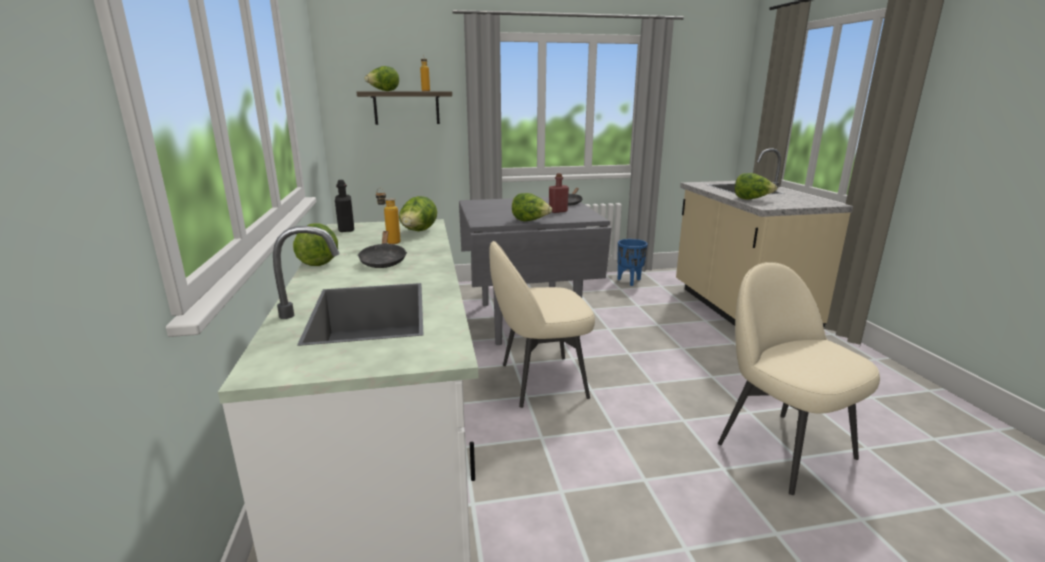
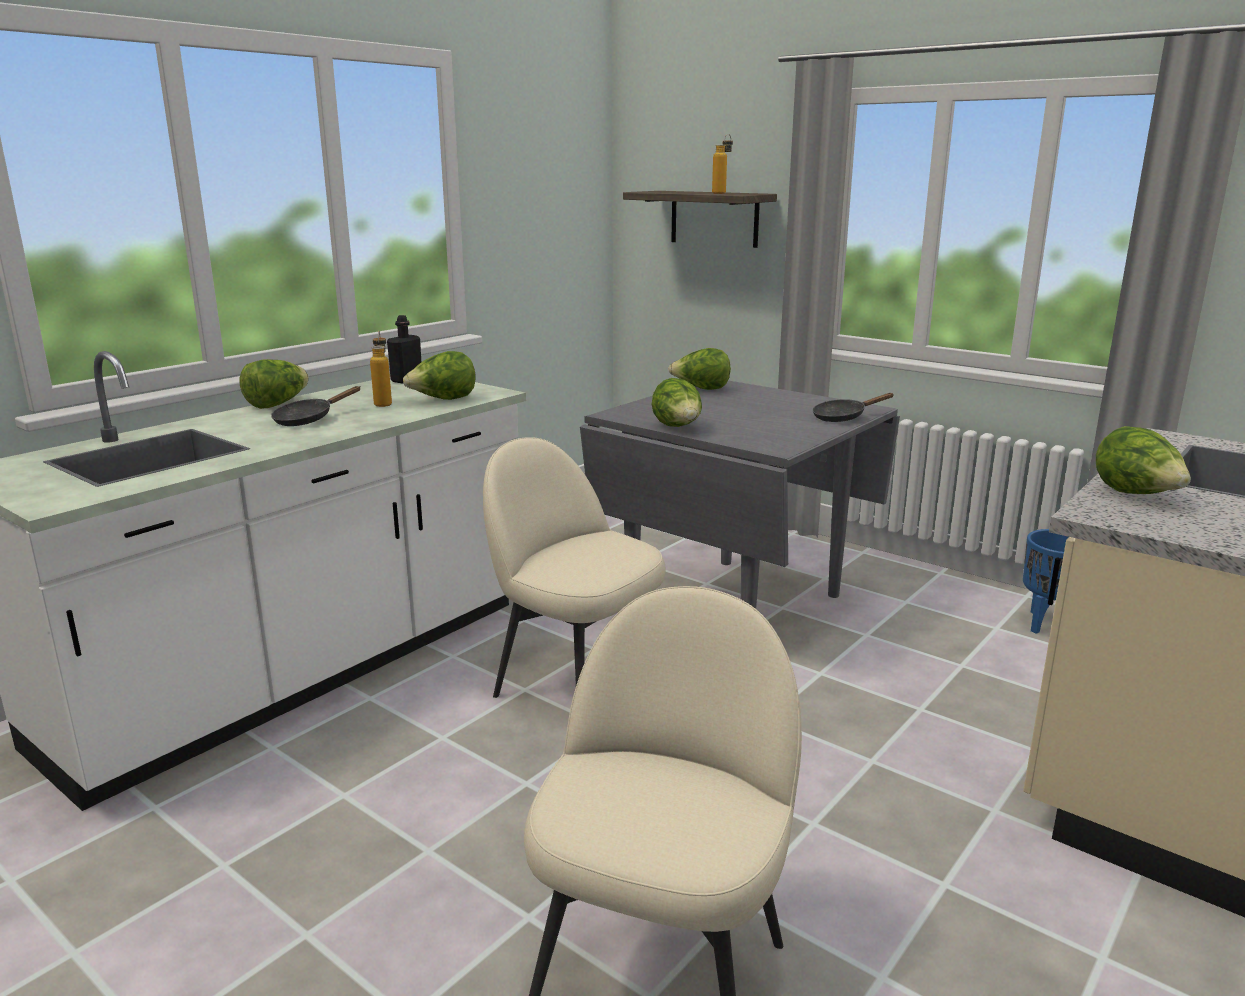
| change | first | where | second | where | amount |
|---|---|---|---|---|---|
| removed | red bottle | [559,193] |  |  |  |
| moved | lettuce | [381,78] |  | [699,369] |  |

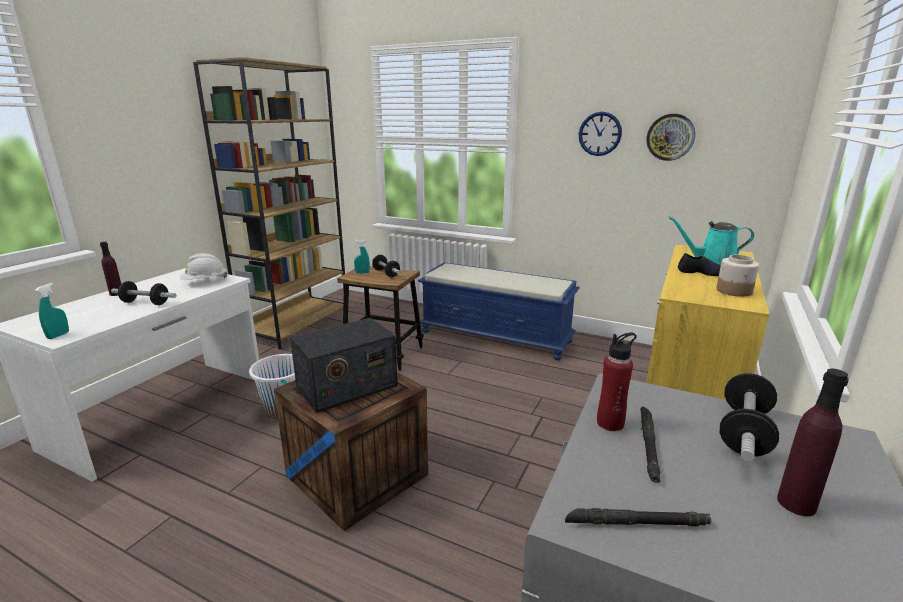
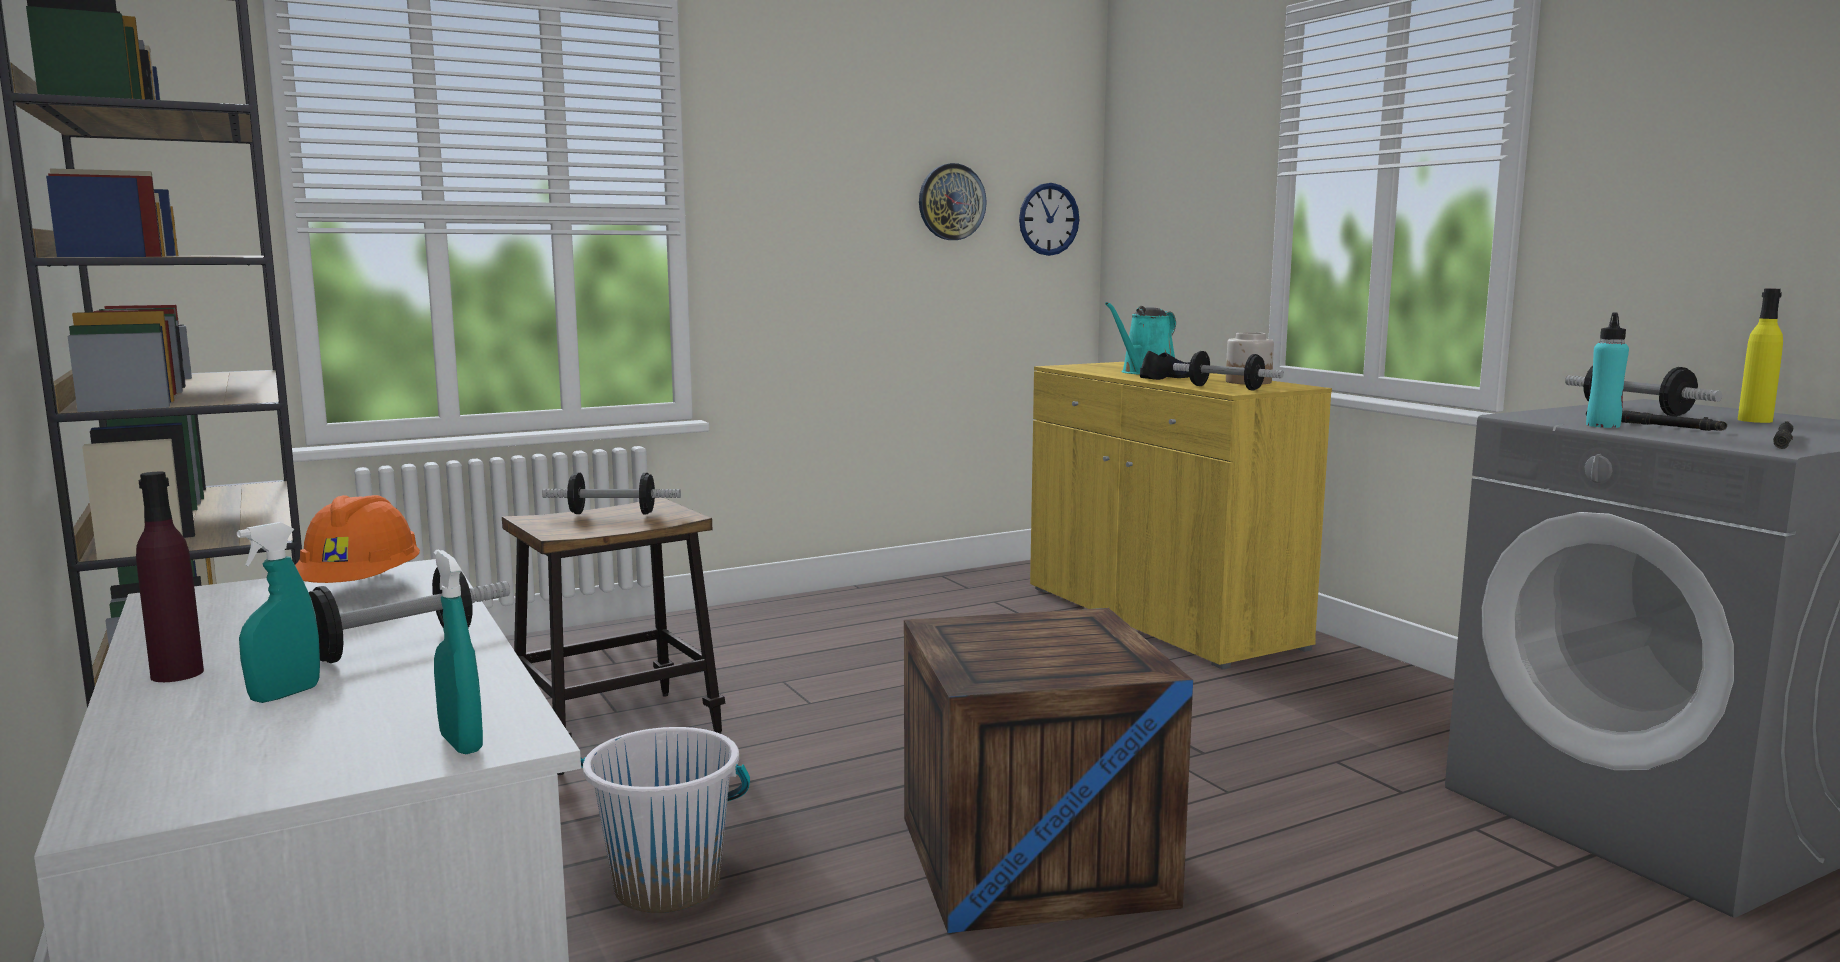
| change | first | where | second | where | amount |
|---|---|---|---|---|---|
| removed | radio | [344,365] |  |  |  |
| removed | blue bench | [499,311] |  |  |  |
| added |  |  | dumbbell | [1228,371] |  |
| moved | turquoise spray bottle | [362,256] |  | [278,612] |  |
| moved | wall clock | [600,134] |  | [1049,219] |  |
| recoloured | white hard hat | [203,266] | orange hard hat | [357,539] |  |
| recoloured | red bottle | [617,382] | turquoise bottle | [1607,370] |  |
| recoloured | purple bottle | [813,442] | yellow bottle | [1760,356] |  |

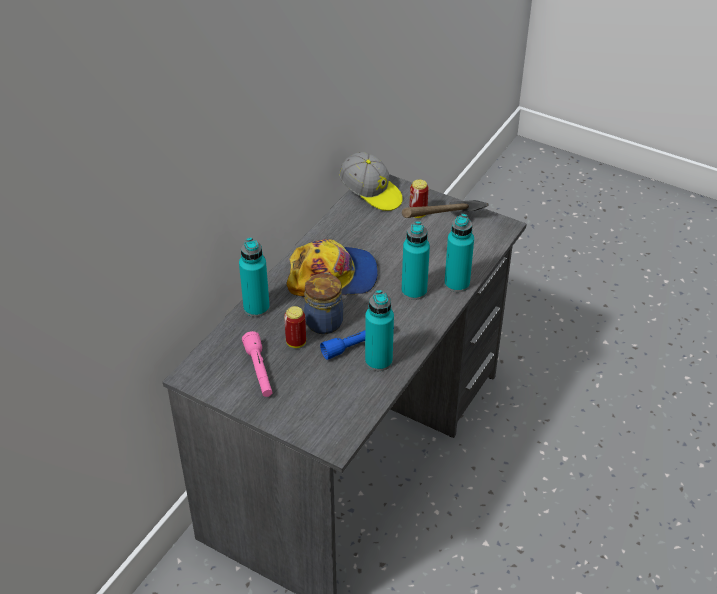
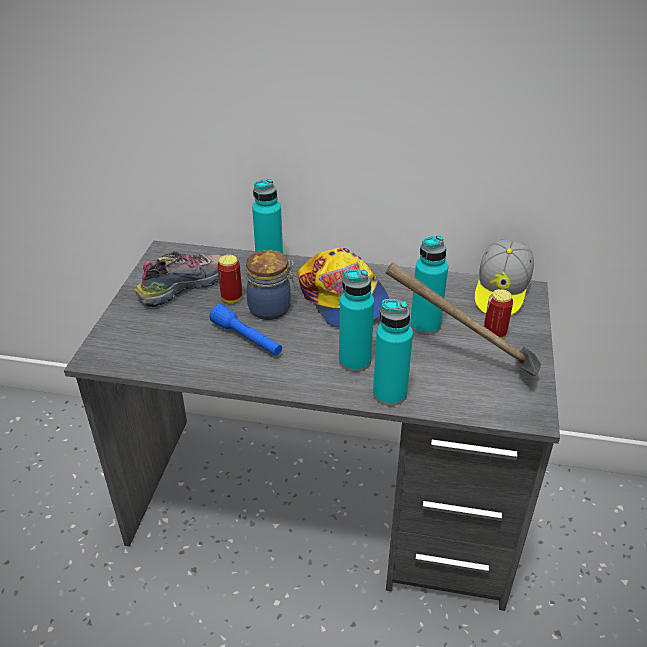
| change | first | where | second | where | amount |
|---|---|---|---|---|---|
| moved | turquoise bottle | [379,330] |  | [429,285] |  |
| replaced | pink flashlight | [257,364] | shoe | [178,279] |  |

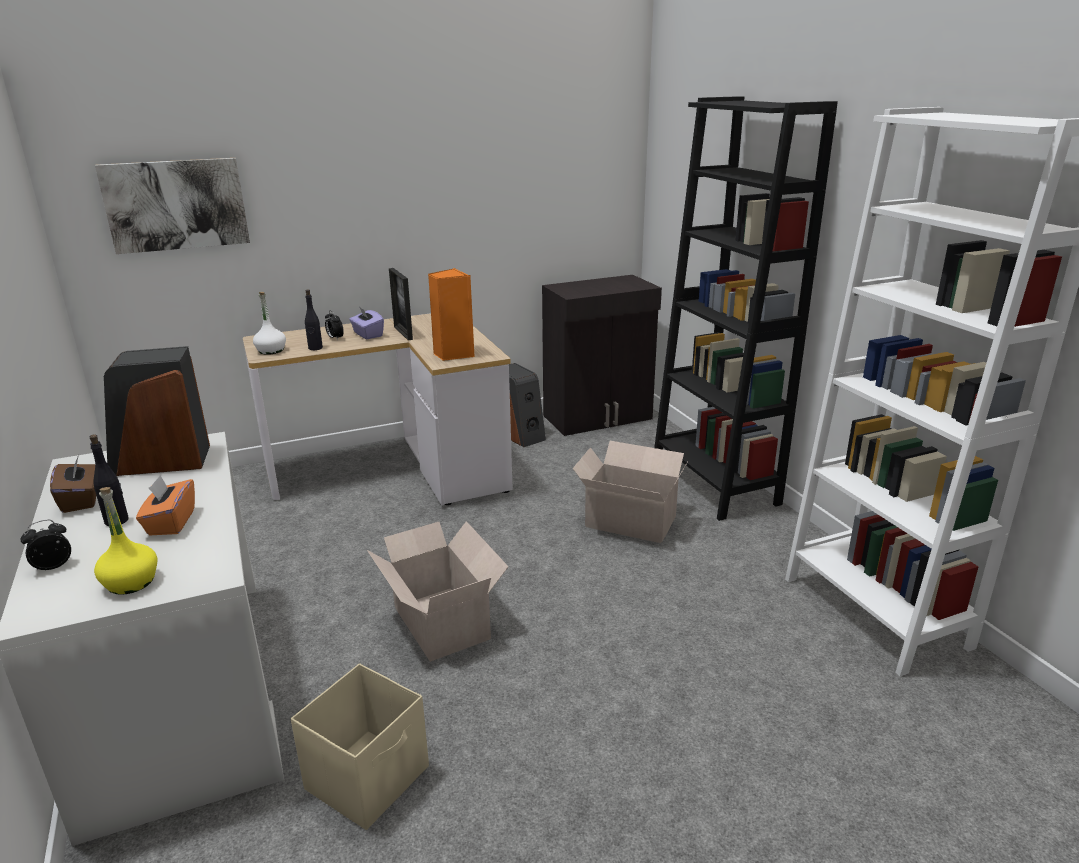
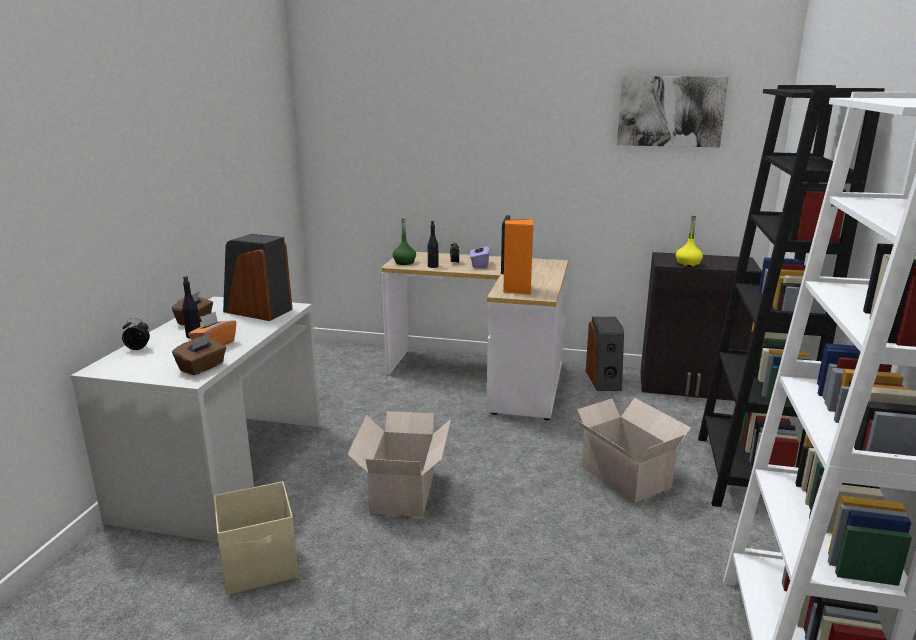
| change | first | where | second | where | amount |
|---|---|---|---|---|---|
| added |  |  | brown tissue box | [199,354] |  |
| moved | yellow bottle | [126,541] |  | [689,241] |  |
| moved | picture | [172,206] |  | [673,111] |  |
| recoloured | white bottle | [269,323] | green bottle | [404,241] |  |

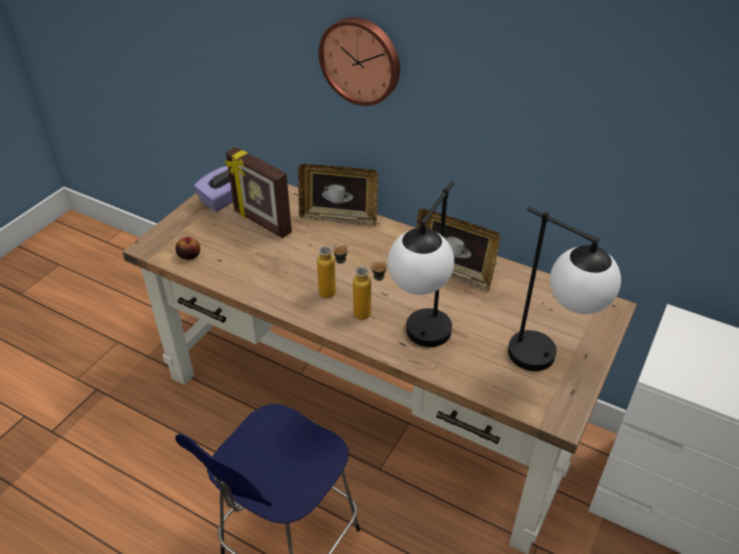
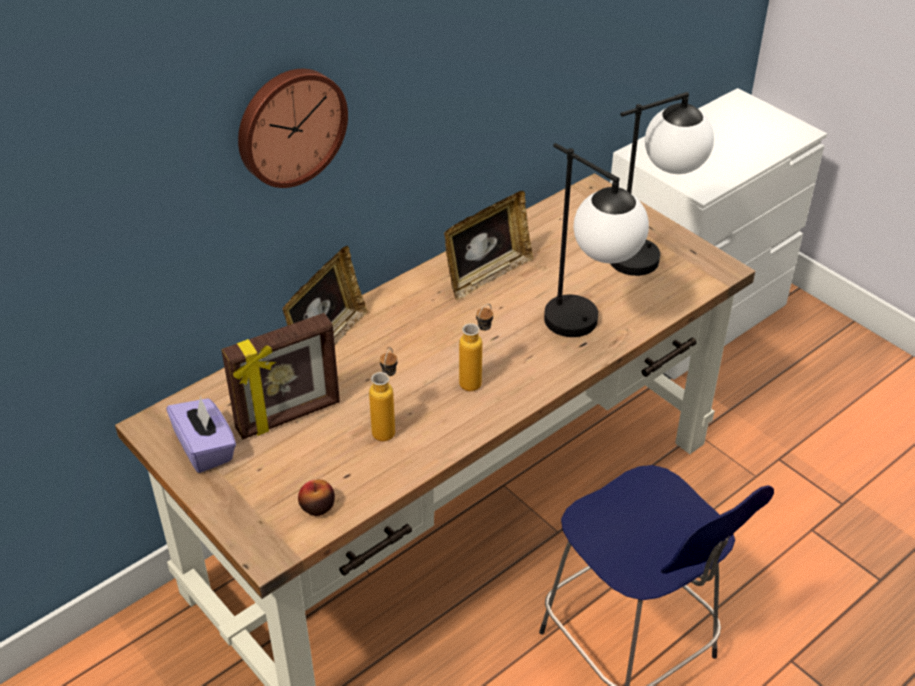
| change | first | where | second | where | amount |
|---|---|---|---|---|---|
| moved | bottle | [370,290] |  | [383,394] |  |

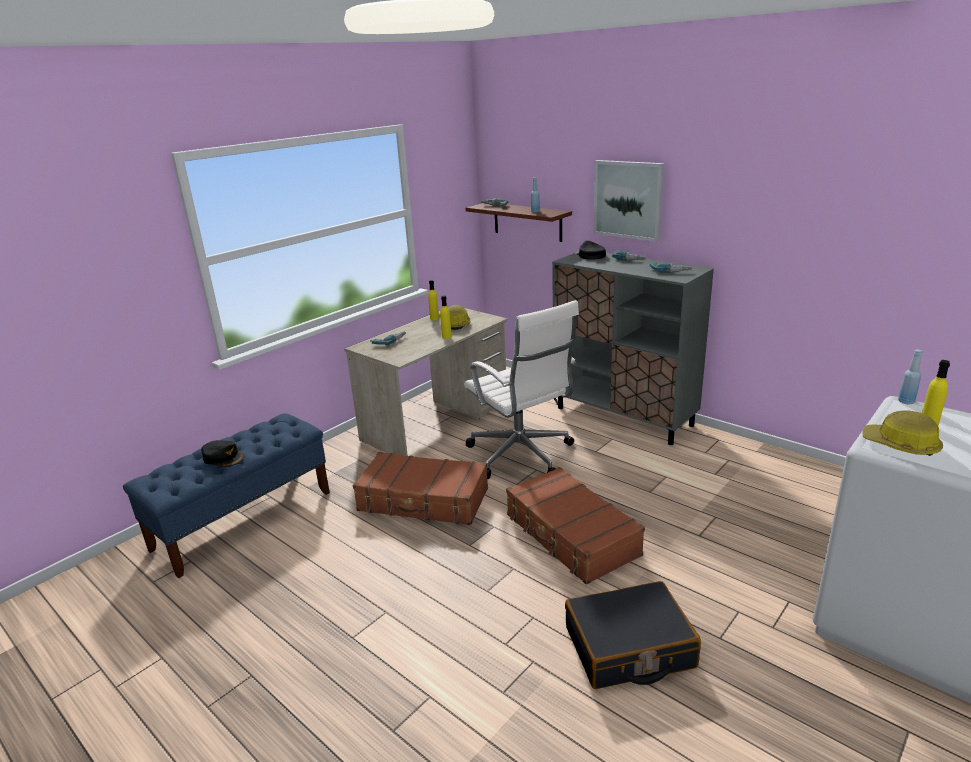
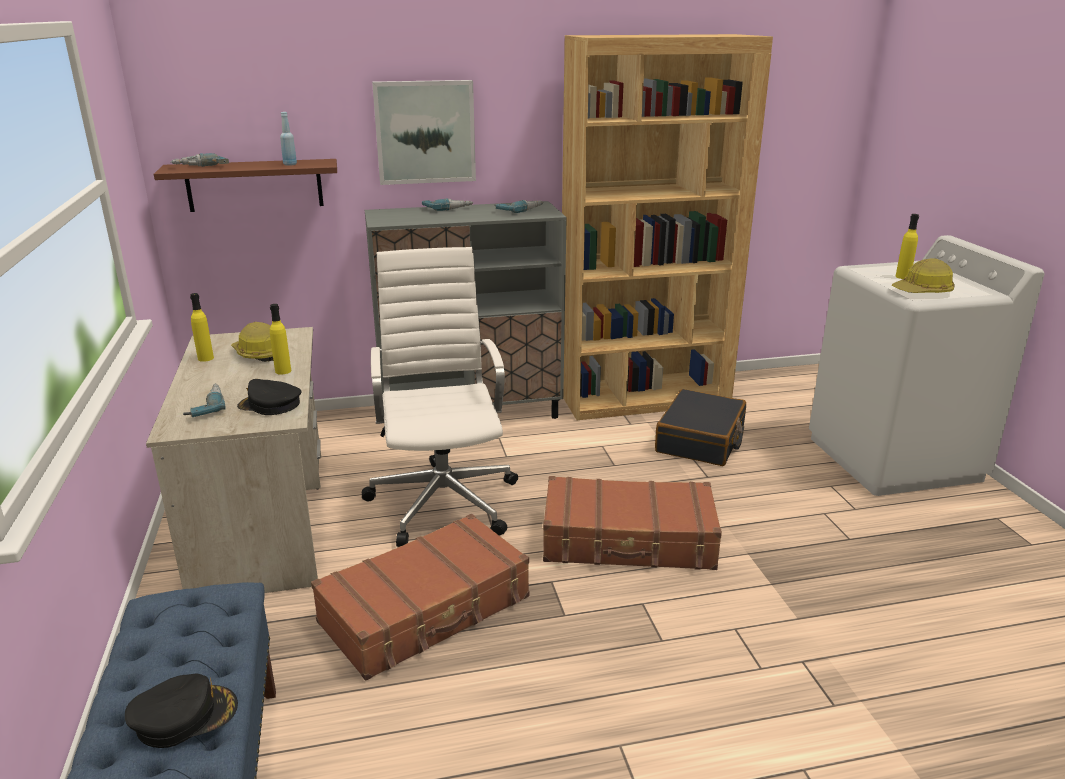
| change | first | where | second | where | amount |
|---|---|---|---|---|---|
| removed | blue bottle | [910,376] |  |  |  |
| added |  |  | brown bookcase | [667,227] |  |
| moved | black suitcase | [633,635] |  | [700,427] |  |
| moved | black cap | [591,250] |  | [269,397] |  |
| turned | white office chair | [521,389] |  | [440,397] | 105 degrees counterclockwise |

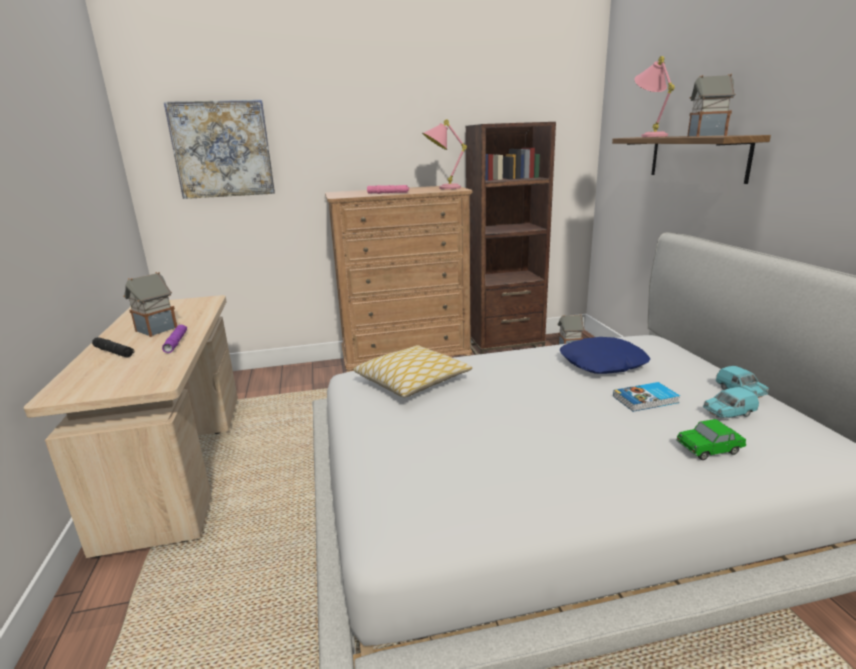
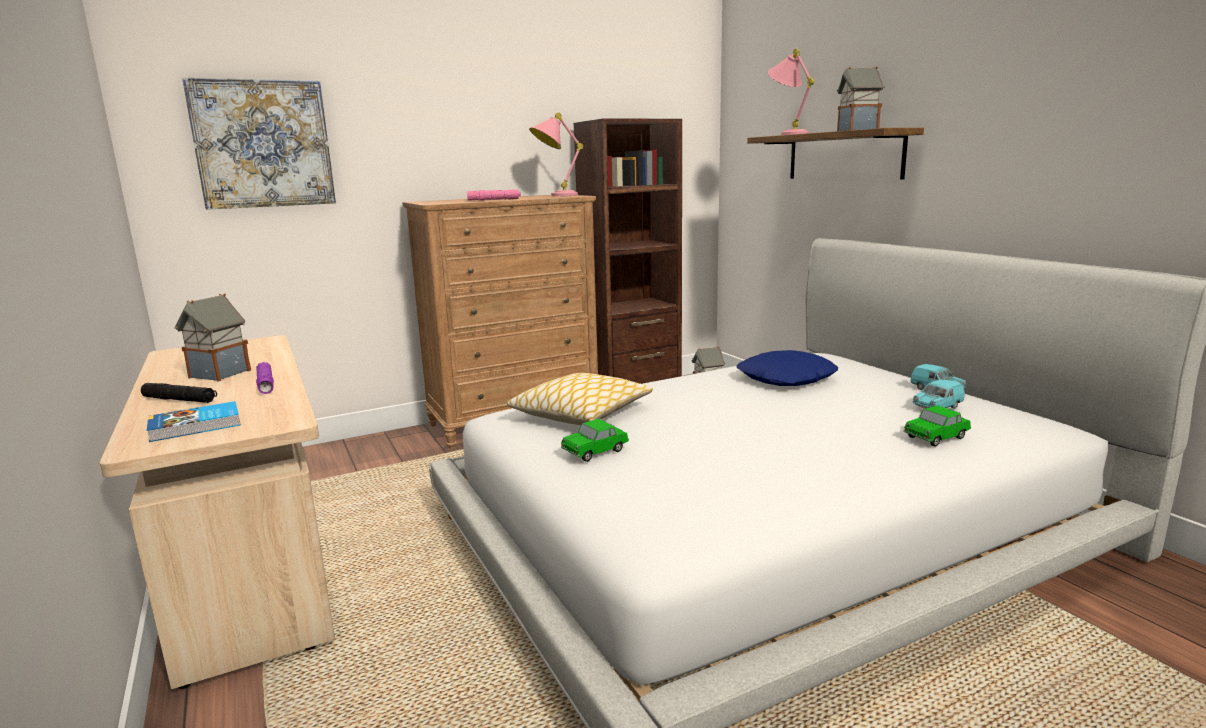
| change | first | where | second | where | amount |
|---|---|---|---|---|---|
| added |  |  | toy car | [595,440] |  |
| moved | book | [646,397] |  | [194,421] |  |

